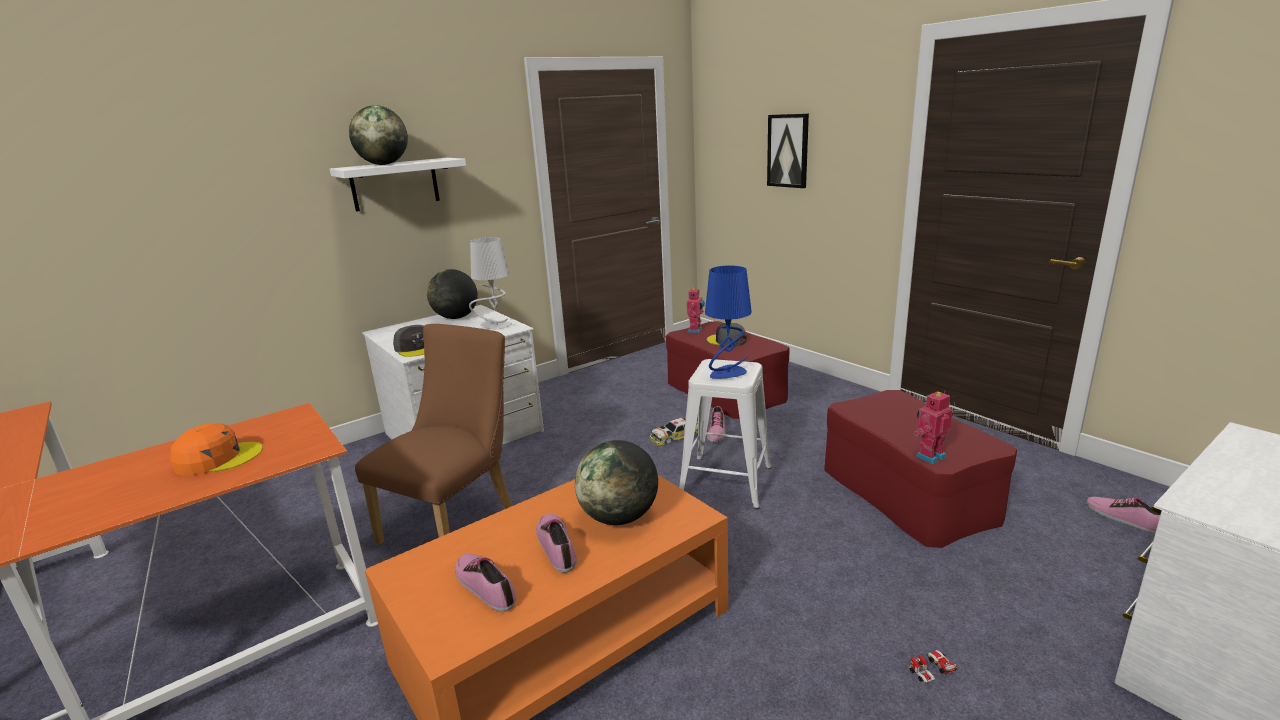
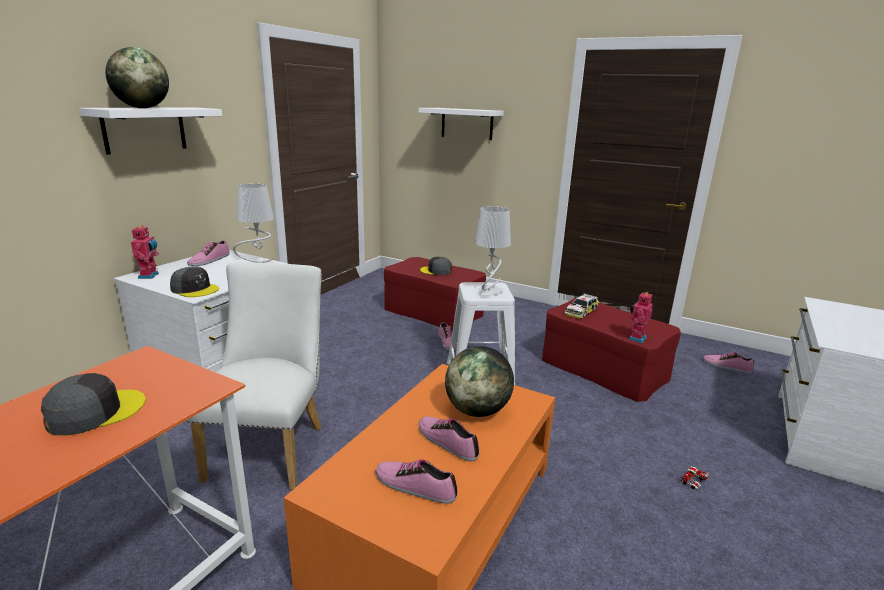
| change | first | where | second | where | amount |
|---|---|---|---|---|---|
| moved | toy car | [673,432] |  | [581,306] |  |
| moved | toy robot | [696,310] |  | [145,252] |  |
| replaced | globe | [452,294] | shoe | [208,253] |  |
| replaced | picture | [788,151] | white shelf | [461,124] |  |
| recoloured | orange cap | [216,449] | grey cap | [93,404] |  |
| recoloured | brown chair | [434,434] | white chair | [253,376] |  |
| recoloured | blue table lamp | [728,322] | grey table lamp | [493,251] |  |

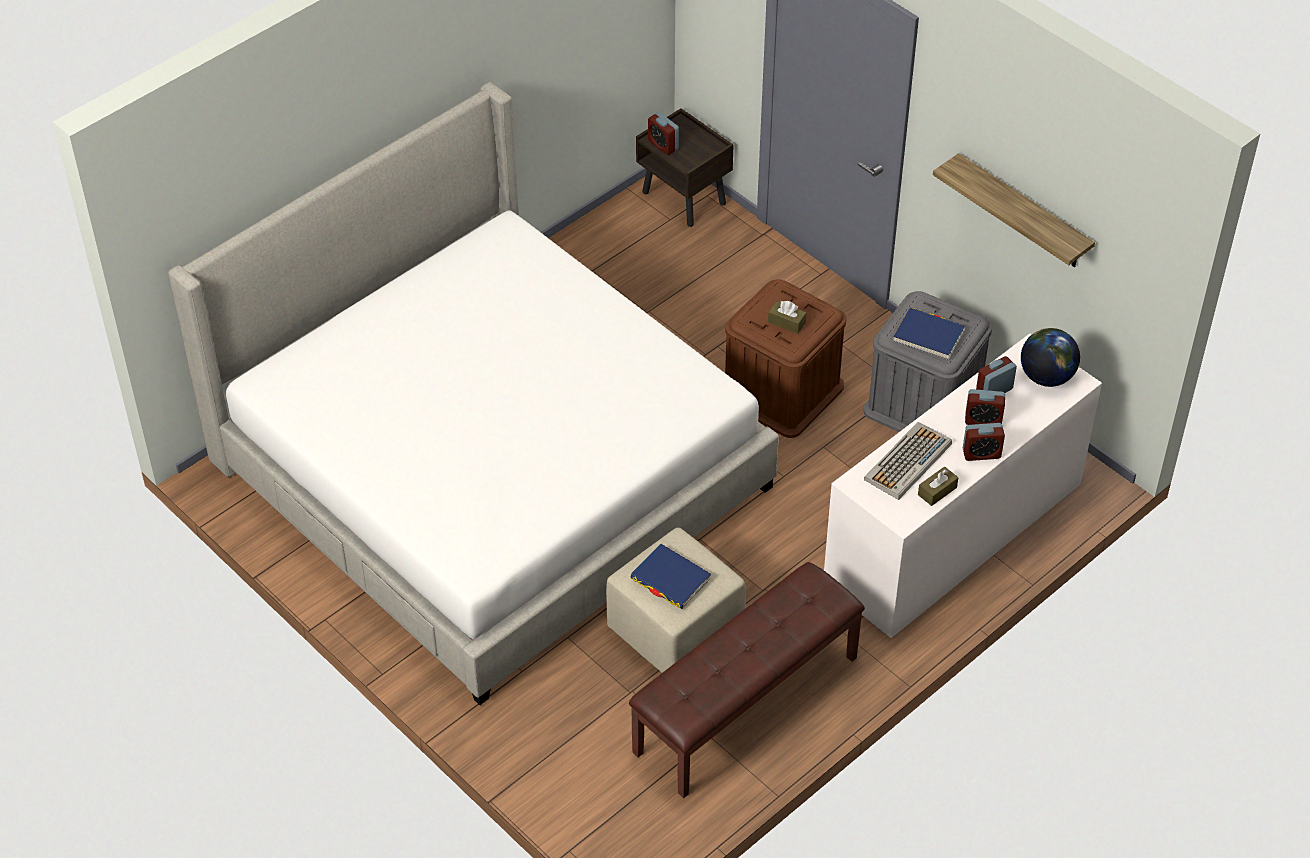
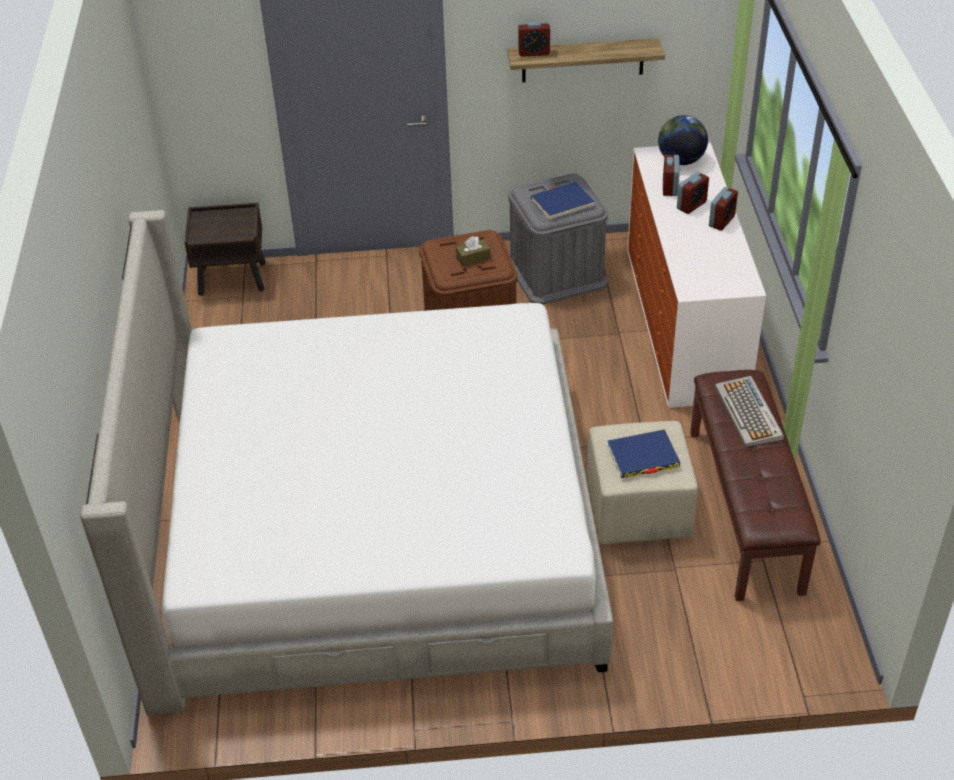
| change | first | where | second | where | amount |
|---|---|---|---|---|---|
| removed | brown tissue box | [938,486] |  |  |  |
| moved | alarm clock | [663,133] |  | [534,39] |  |
| moved | keyboard | [908,461] |  | [749,411] |  |

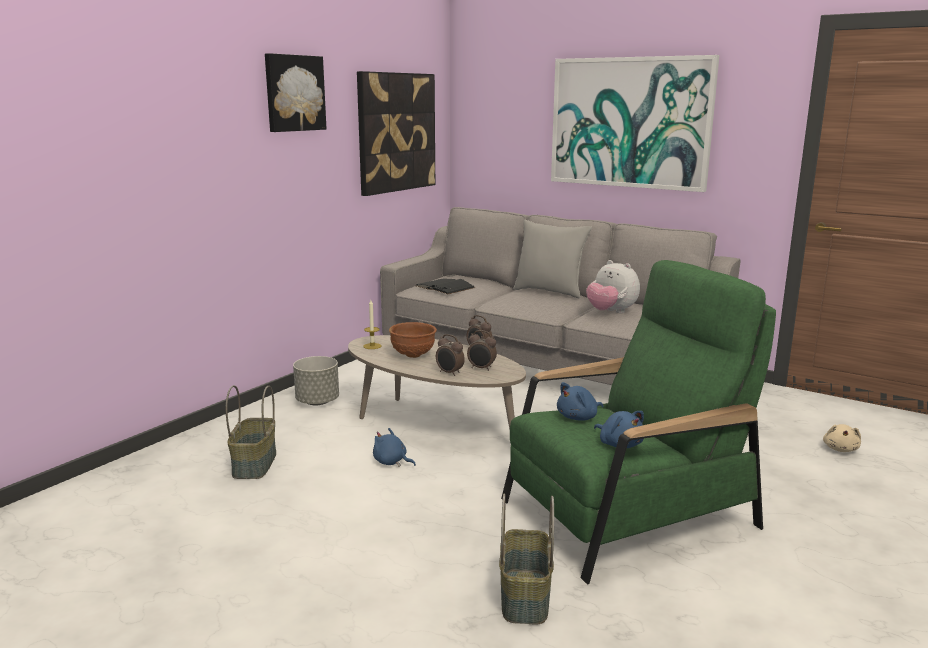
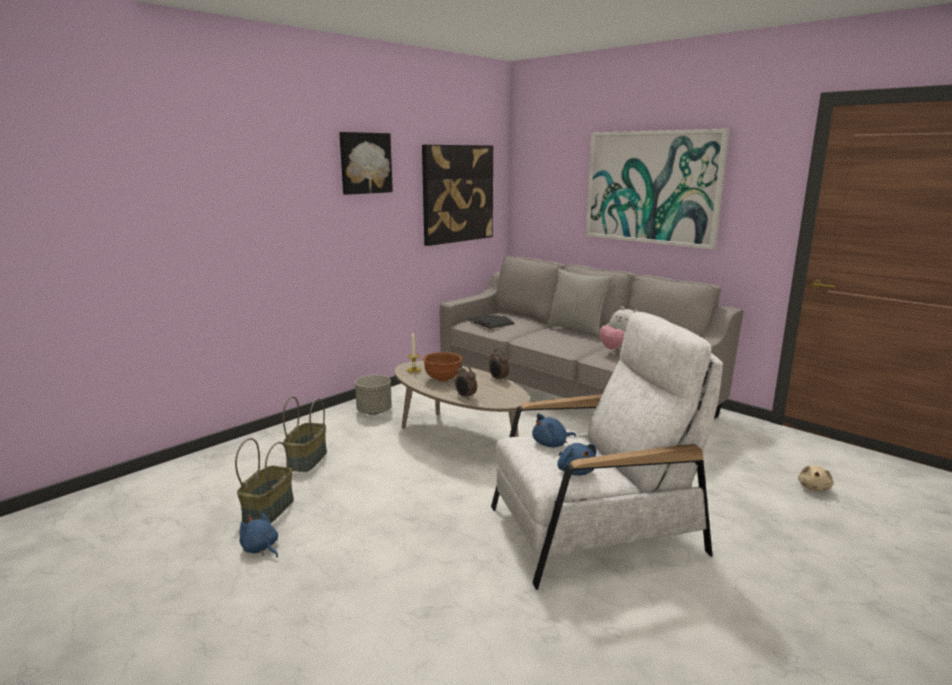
| change | first | where | second | where | amount |
|---|---|---|---|---|---|
| removed | alarm clock | [482,350] |  |  |  |
| moved | blue plush toy | [394,447] |  | [258,534] |  |
| moved | basket | [526,559] |  | [264,481] |  |
| recoloured | green armchair | [638,422] | white armchair | [607,451] |  |

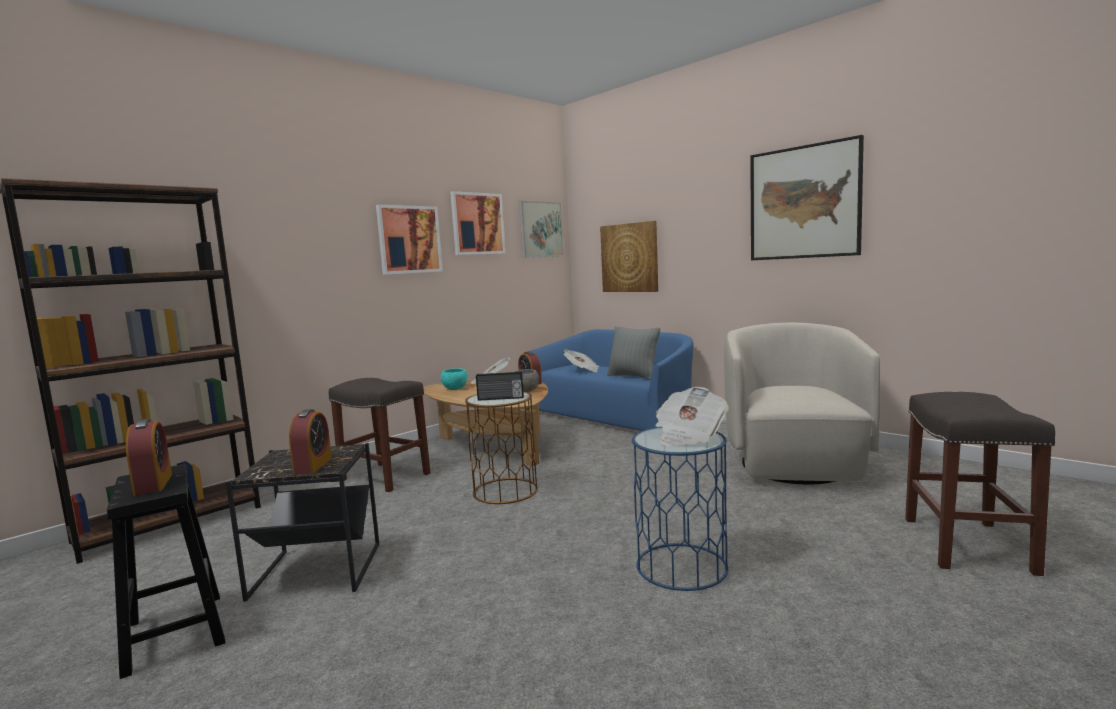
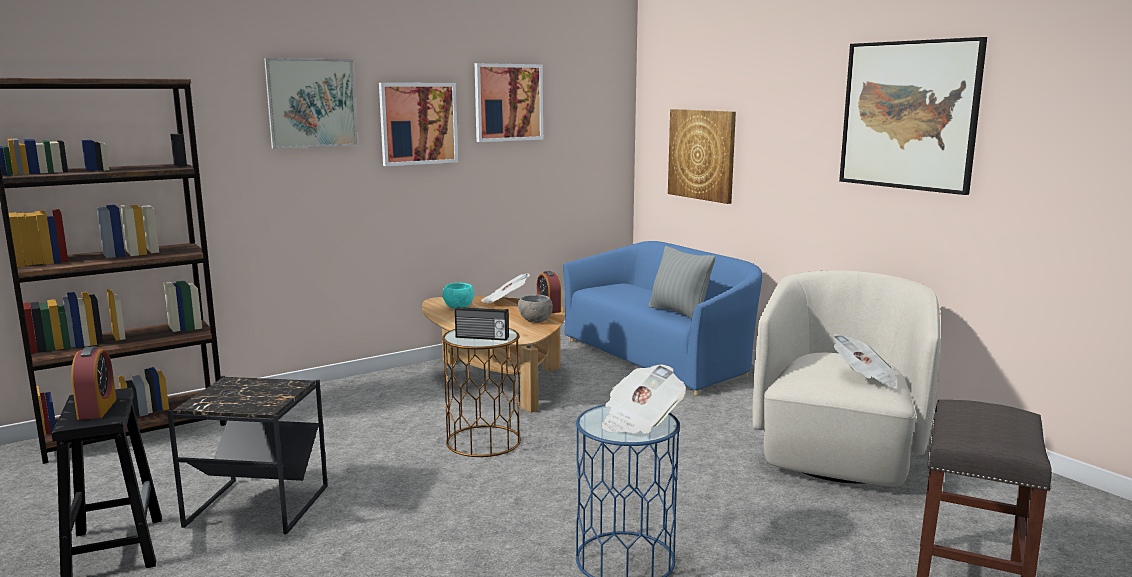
| change | first | where | second | where | amount |
|---|---|---|---|---|---|
| removed | alarm clock | [310,442] |  |  |  |
| removed | grey stool | [380,435] |  |  |  |
| moved | picture | [541,229] |  | [311,103] |  |
| moved | newspaper | [581,361] |  | [865,361] |  |

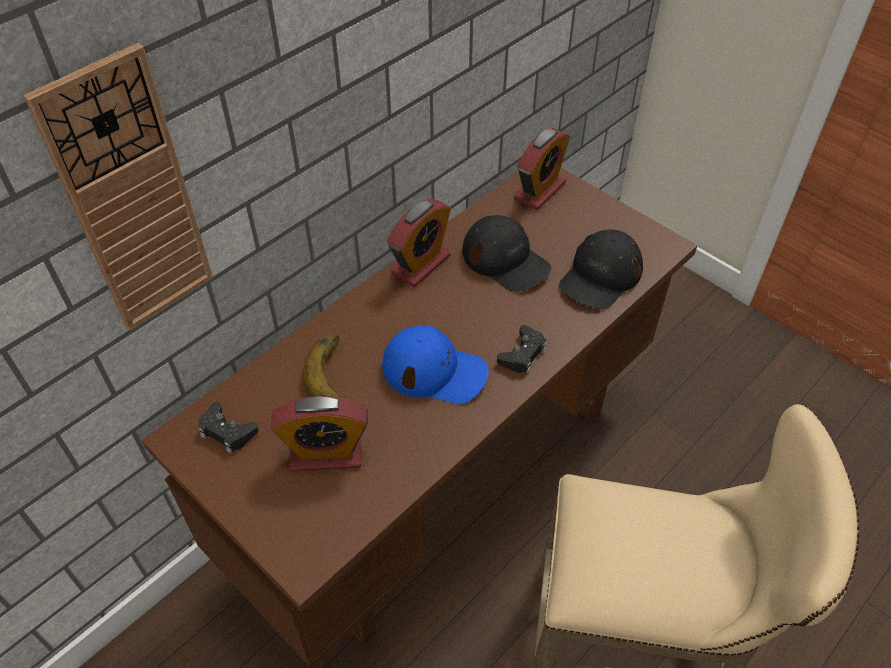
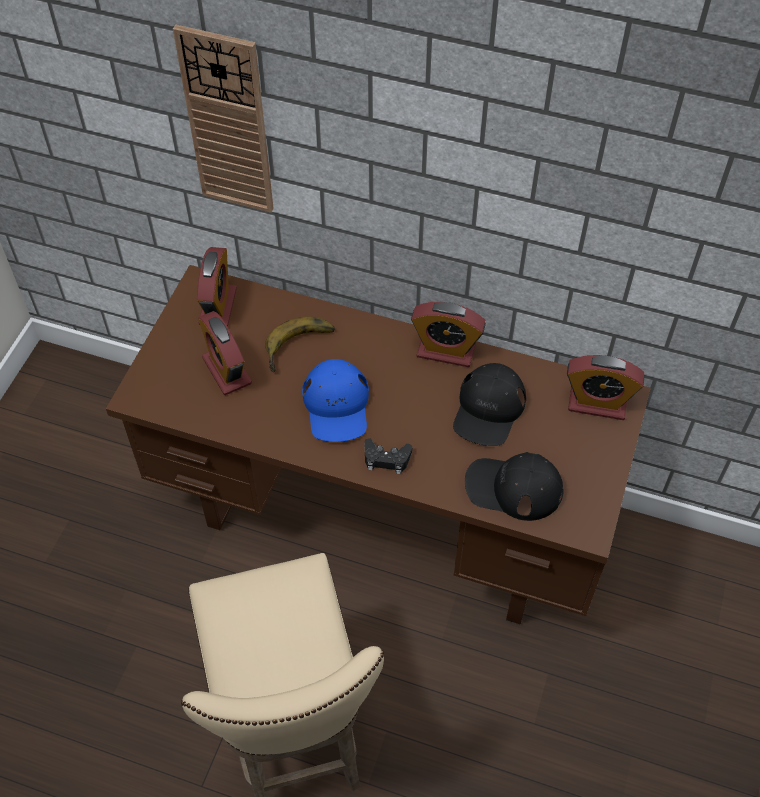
| change | first | where | second | where | amount |
|---|---|---|---|---|---|
| replaced | black game controller | [228,427] | alarm clock | [217,286] |  |

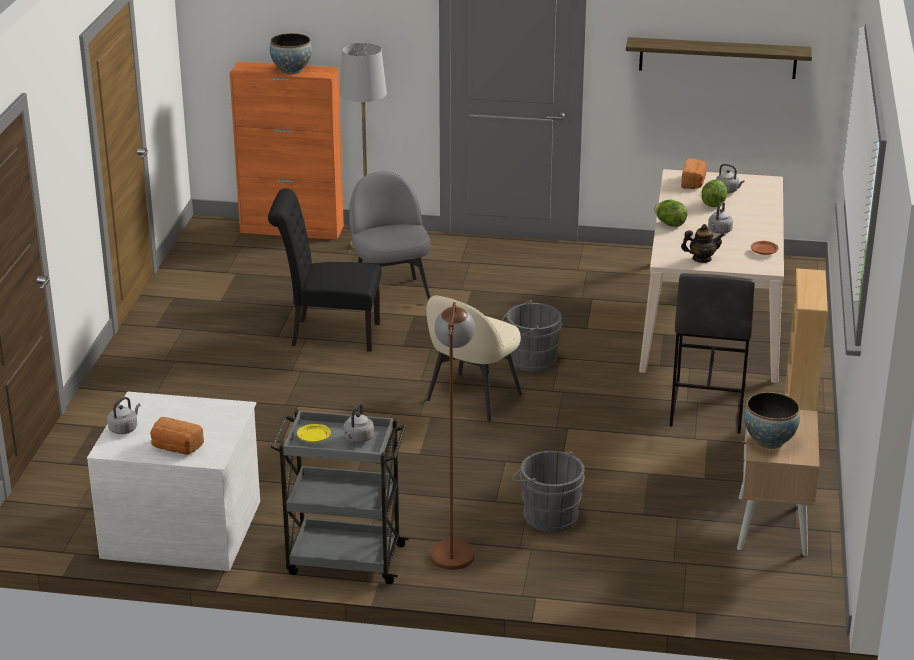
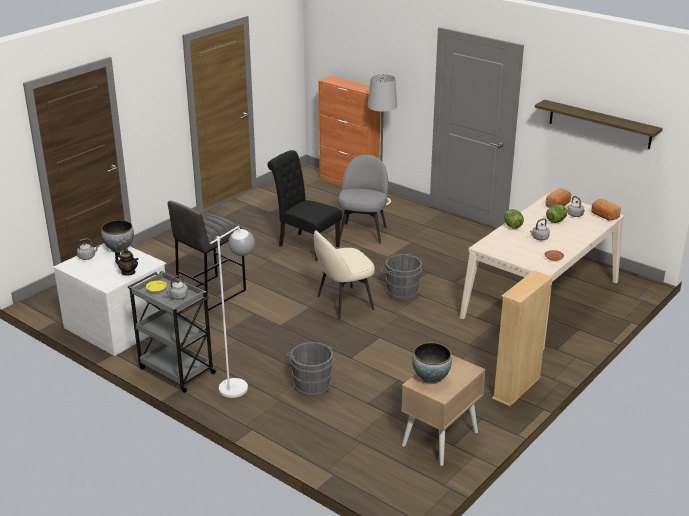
| change | first | where | second | where | amount |
|---|---|---|---|---|---|
| moved | bread | [177,436] |  | [606,209] |  |
| moved | bowl | [291,53] |  | [117,236] |  |
| moved | grey stool | [712,353] |  | [207,256] |  |
| moved | teapot | [703,243] |  | [127,262] |  |
| recoloured | brown floor lamp | [452,436] | white floor lamp | [232,312] |  |

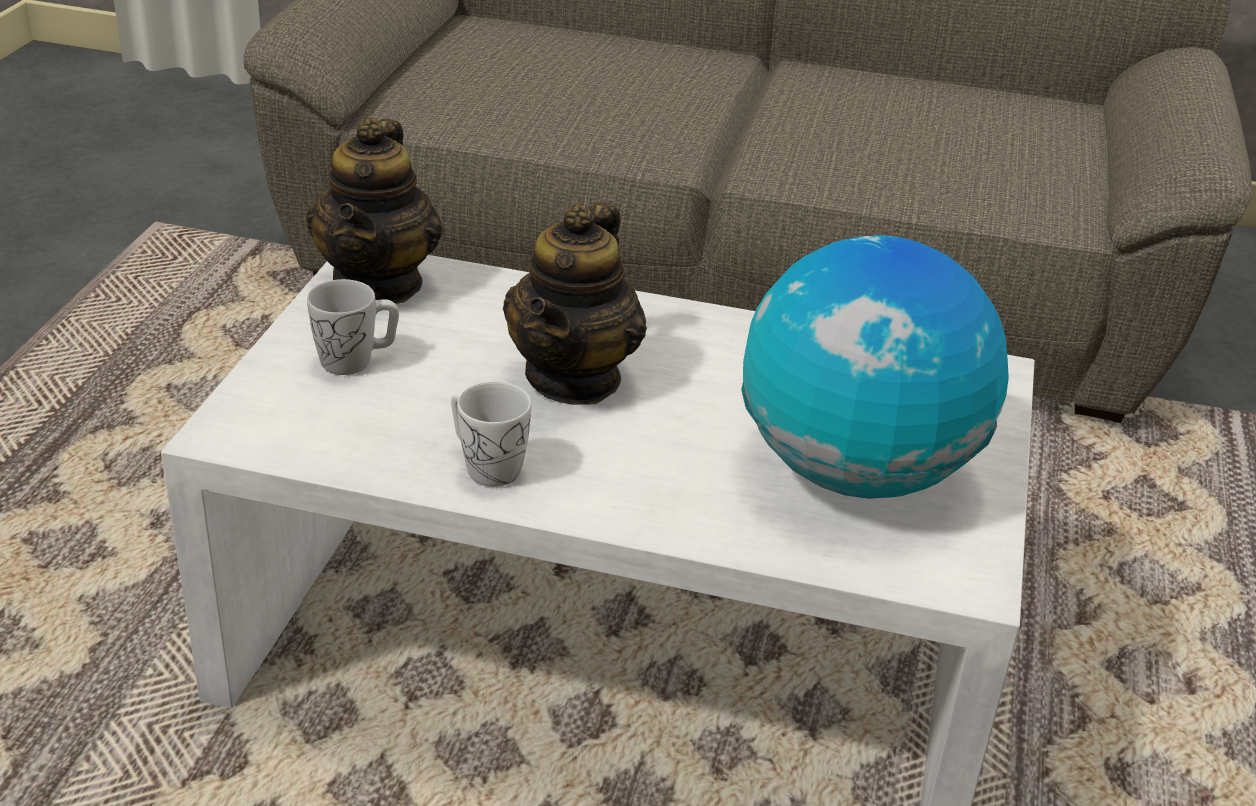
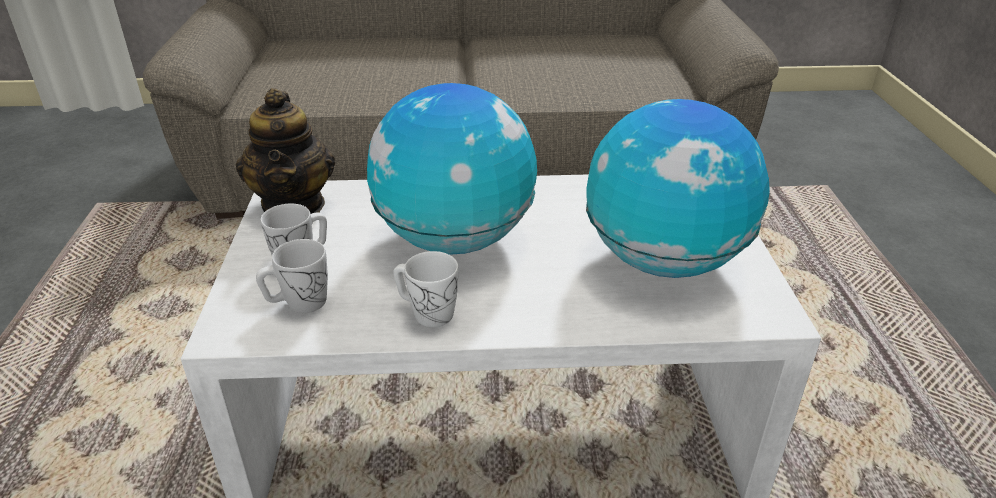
| change | first | where | second | where | amount |
|---|---|---|---|---|---|
| added |  |  | white mug | [292,276] |  |
| replaced | teapot | [575,303] | globe | [452,169] |  |

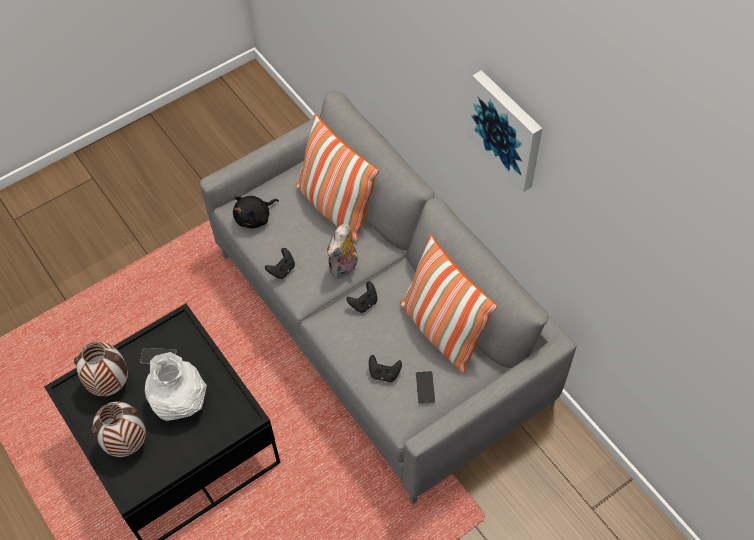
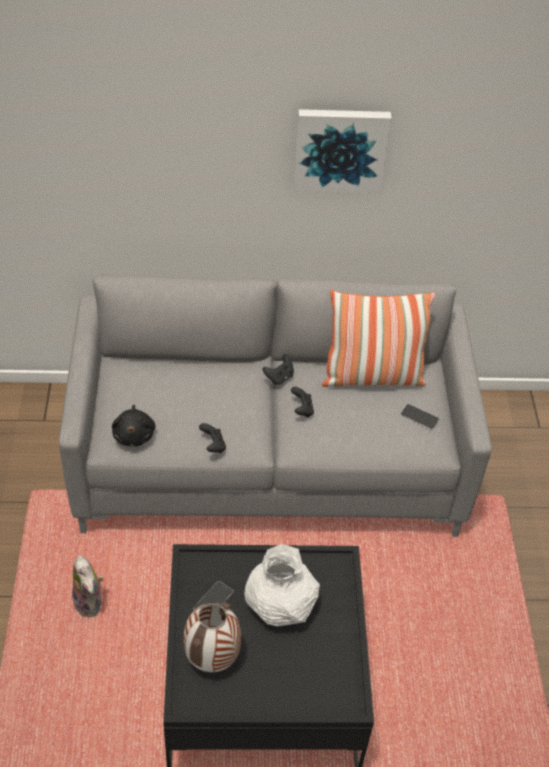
| change | first | where | second | where | amount |
|---|---|---|---|---|---|
| removed | vase | [118,429] |  |  |  |
| removed | pillow | [337,177] |  |  |  |
| moved | plush toy | [342,251] |  | [88,586] |  |
| moved | black game controller | [385,368] |  | [278,369] |  |

